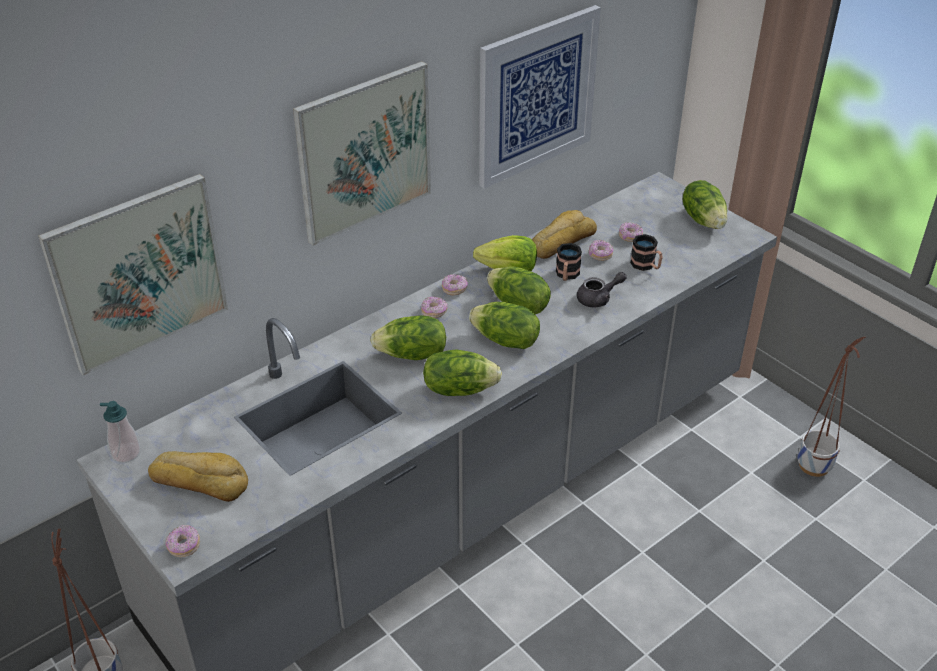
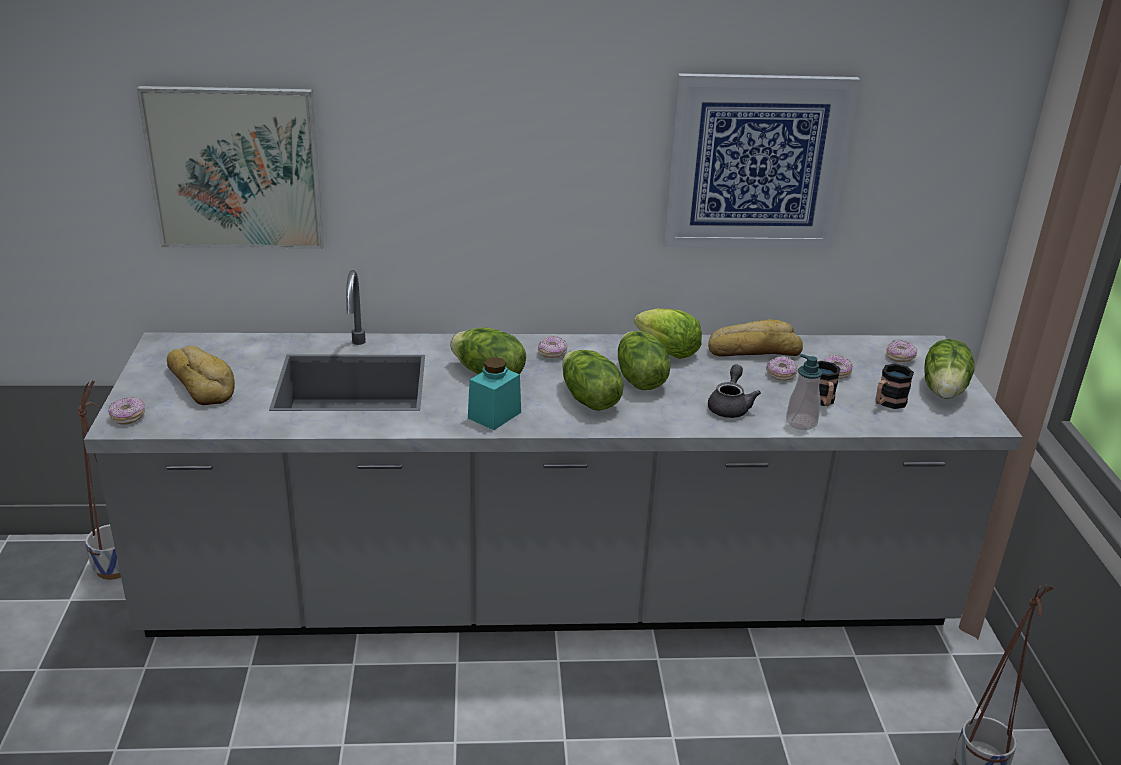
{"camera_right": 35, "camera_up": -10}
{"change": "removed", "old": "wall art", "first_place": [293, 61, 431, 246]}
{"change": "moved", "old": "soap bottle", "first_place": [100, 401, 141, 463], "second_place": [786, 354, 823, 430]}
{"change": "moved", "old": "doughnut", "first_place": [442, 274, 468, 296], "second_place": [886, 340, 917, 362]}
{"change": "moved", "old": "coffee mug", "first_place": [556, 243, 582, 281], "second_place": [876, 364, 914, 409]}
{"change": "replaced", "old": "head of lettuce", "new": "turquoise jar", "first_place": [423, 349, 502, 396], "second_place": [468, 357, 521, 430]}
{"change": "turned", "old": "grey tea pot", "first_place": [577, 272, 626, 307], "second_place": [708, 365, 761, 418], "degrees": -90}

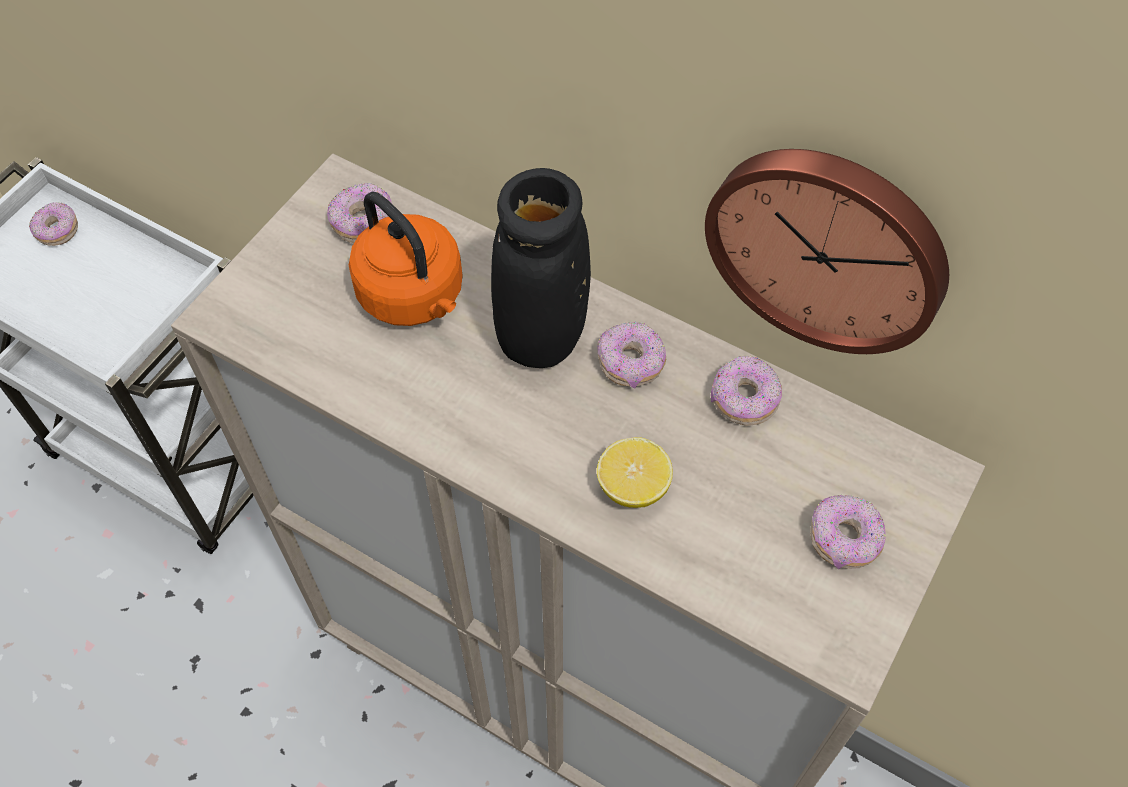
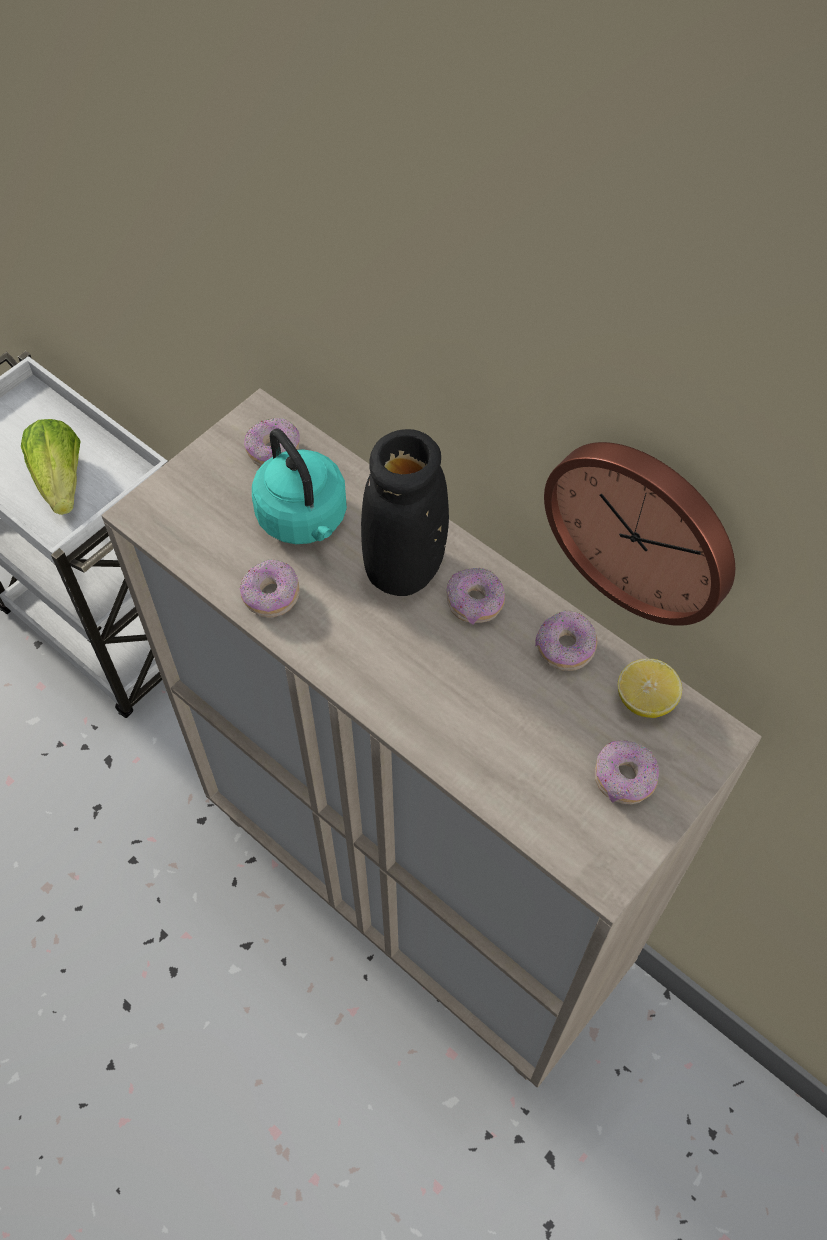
{"camera_right": 10, "camera_up": 0}
{"change": "added", "new": "head of lettuce", "second_place": [21, 419, 80, 515]}
{"change": "moved", "old": "doughnut", "first_place": [29, 202, 78, 246], "second_place": [240, 559, 299, 618]}
{"change": "moved", "old": "lemon", "first_place": [597, 437, 673, 508], "second_place": [618, 659, 682, 718]}
{"change": "recoloured", "old": "orangey kettle", "new": "turquoise kettle", "first_place": [349, 192, 463, 326], "second_place": [252, 428, 347, 544]}

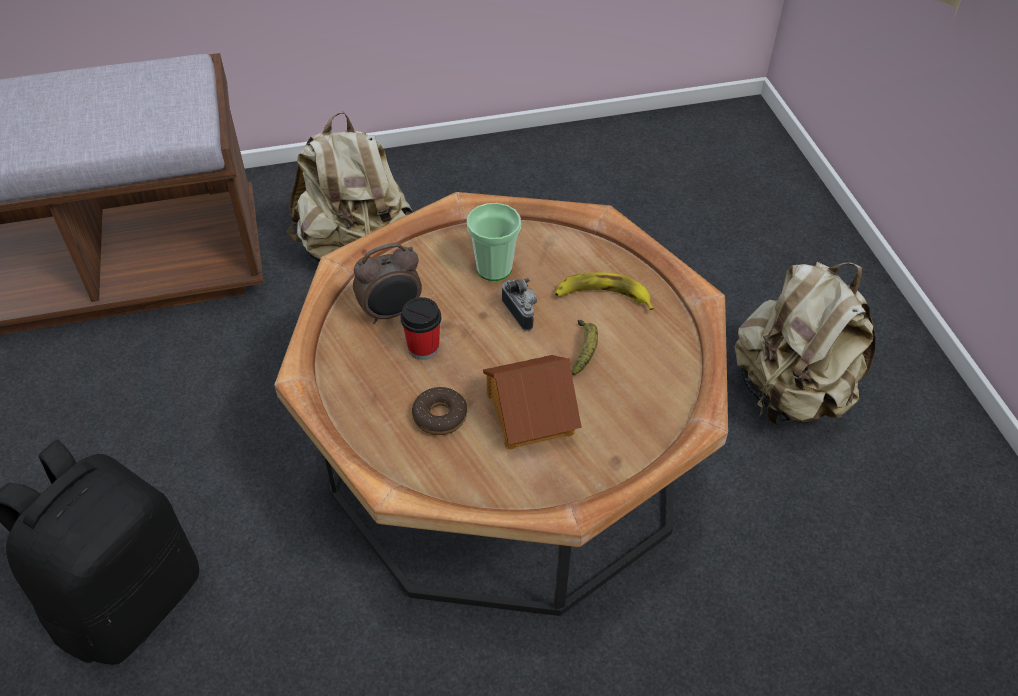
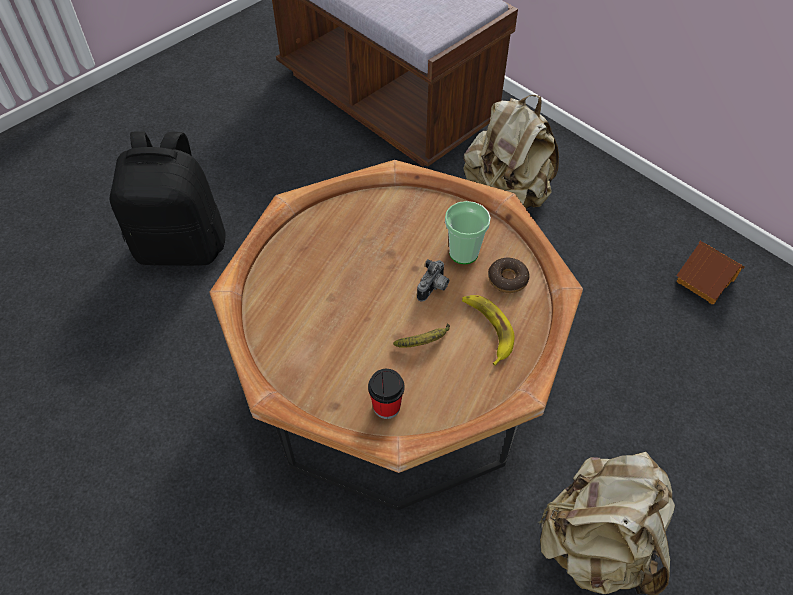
{"camera_right": 60, "camera_up": 5}
{"change": "removed", "old": "bedside clock", "first_place": [353, 243, 422, 324]}
{"change": "moved", "old": "drinking cup", "first_place": [400, 297, 441, 360], "second_place": [368, 369, 405, 419]}
{"change": "moved", "old": "doughnut", "first_place": [412, 387, 467, 435], "second_place": [488, 258, 529, 293]}
{"change": "moved", "old": "toy house", "first_place": [483, 355, 582, 449], "second_place": [676, 241, 745, 305]}

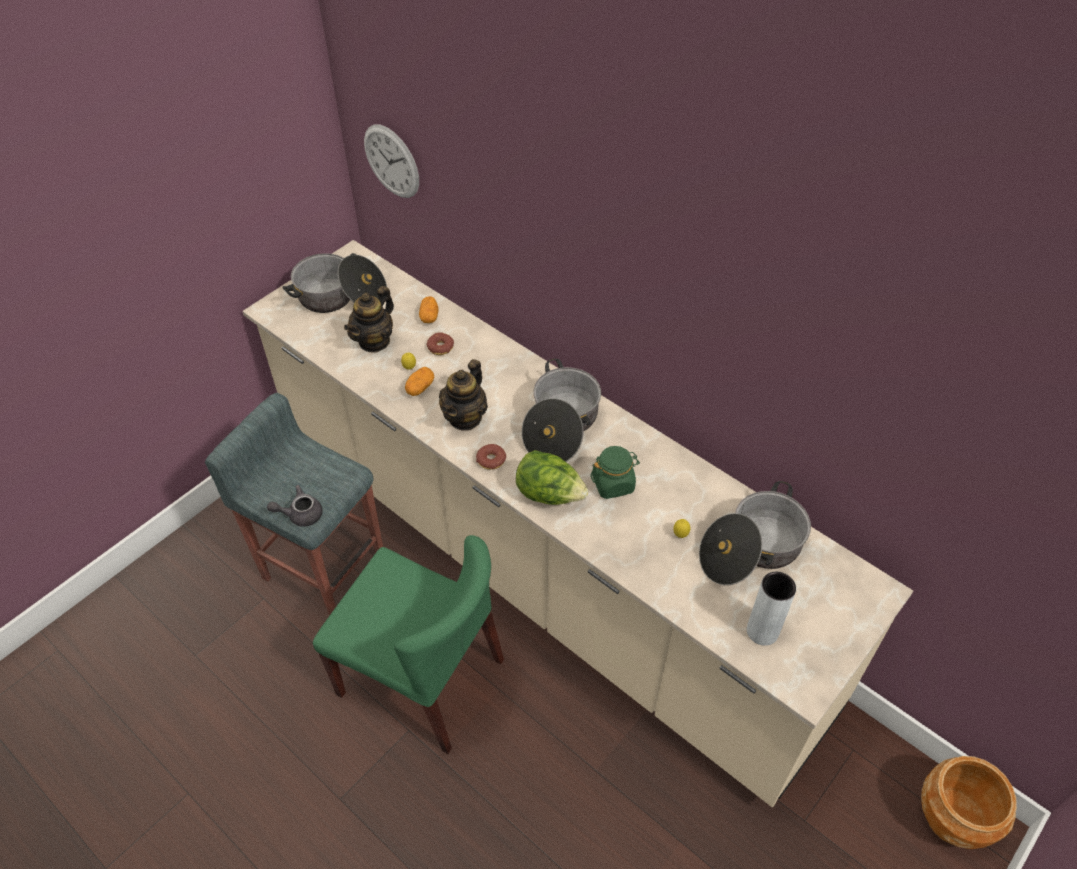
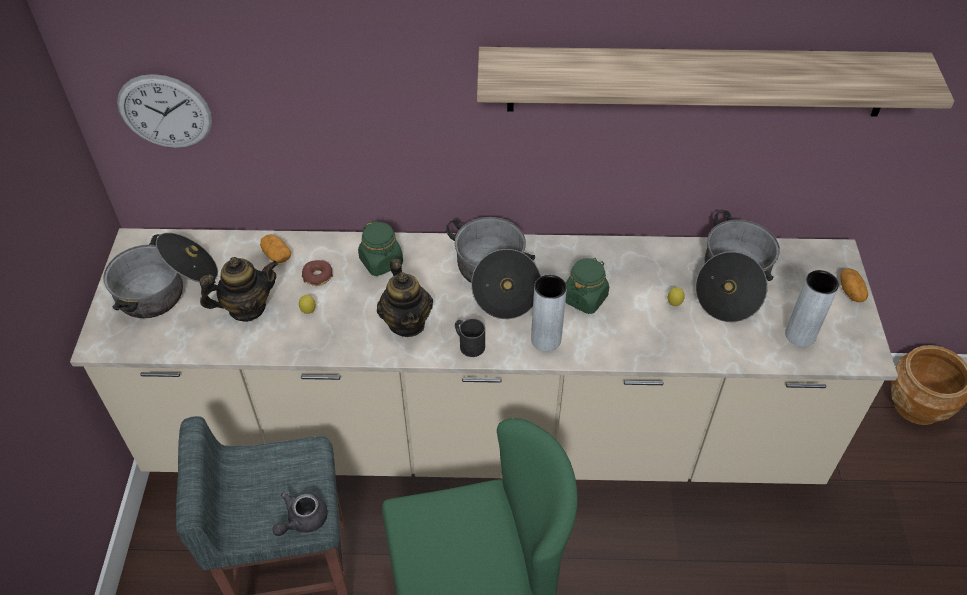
{"camera_right": -40, "camera_up": 0}
{"change": "added", "new": "greenish jar", "second_place": [358, 220, 403, 276]}
{"change": "added", "new": "bracket shelf", "second_place": [477, 47, 954, 116]}
{"change": "moved", "old": "potato", "first_place": [405, 367, 434, 396], "second_place": [840, 268, 868, 302]}
{"change": "replaced", "old": "doughnut", "new": "blackish coffee mug", "first_place": [476, 444, 506, 470], "second_place": [455, 318, 485, 357]}
{"change": "replaced", "old": "head of lettuce", "new": "grey decorative vase", "first_place": [516, 450, 589, 505], "second_place": [531, 275, 567, 351]}
{"change": "turned", "old": "tea pot", "first_place": [344, 286, 394, 353], "second_place": [199, 257, 278, 322], "degrees": -105}

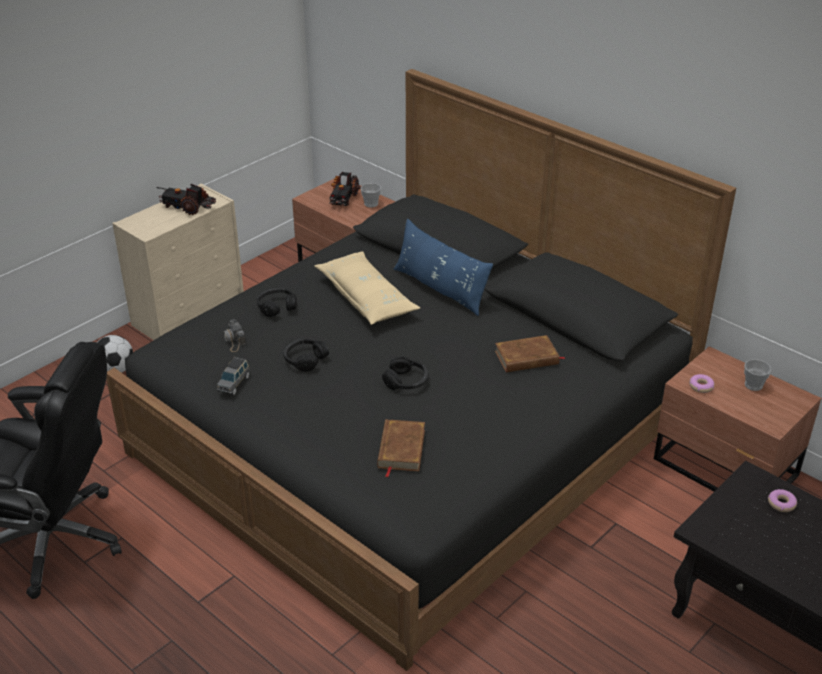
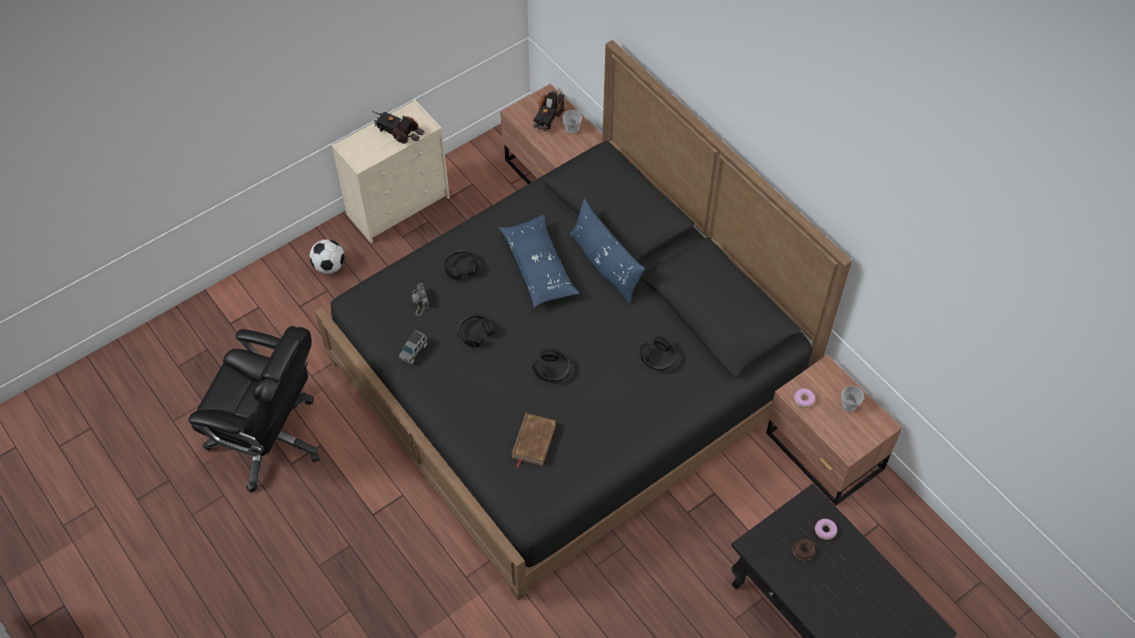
{"camera_right": 10, "camera_up": 20}
{"change": "added", "new": "doughnut", "second_place": [793, 539, 816, 561]}
{"change": "replaced", "old": "brown-coloured bound book", "new": "blackish headphones", "first_place": [495, 335, 566, 372], "second_place": [640, 336, 677, 371]}
{"change": "recoloured", "old": "beige cushion", "new": "blue-coloured cushion", "first_place": [314, 251, 420, 325], "second_place": [499, 215, 579, 308]}

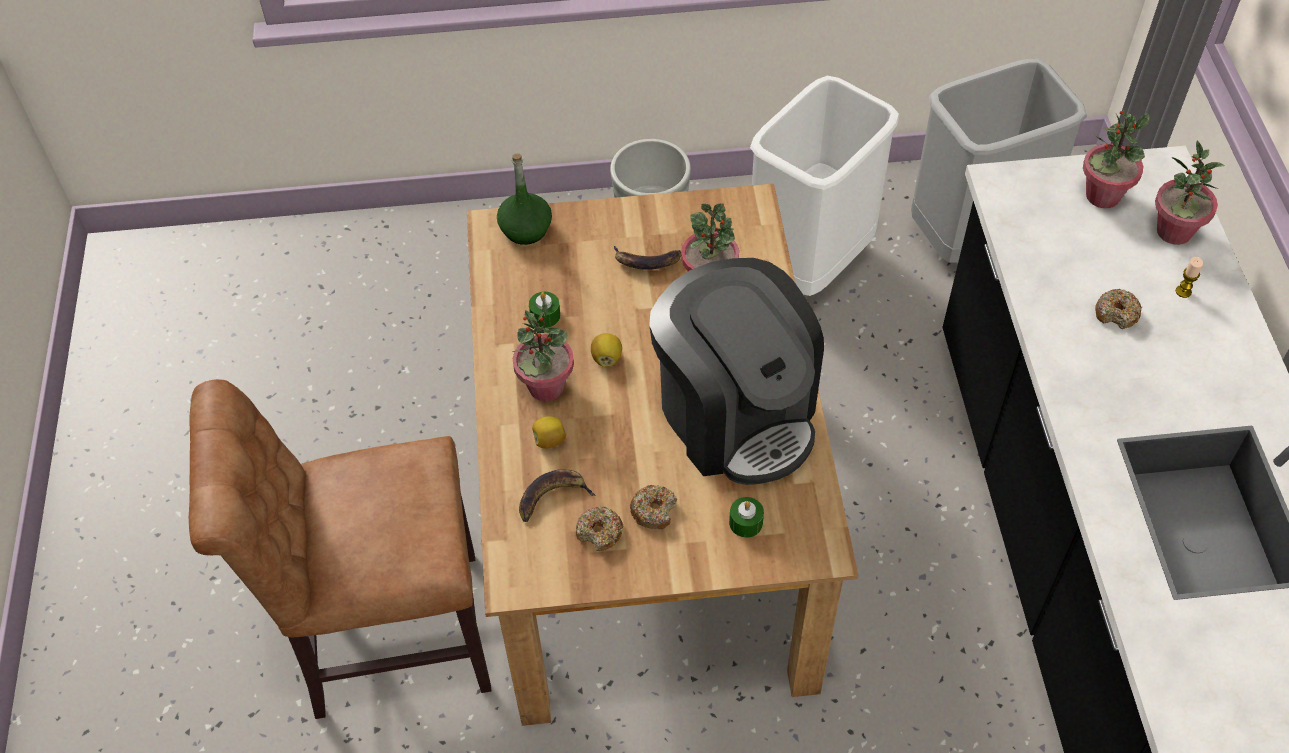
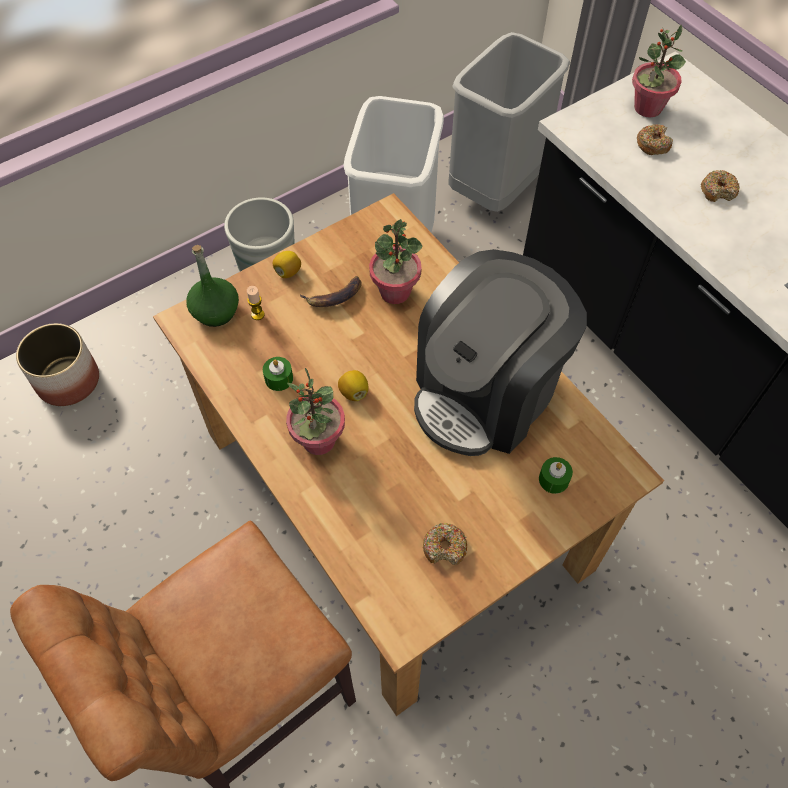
{"camera_right": -30, "camera_up": 5}
{"change": "removed", "old": "banana fruit", "first_place": [519, 469, 596, 522]}
{"change": "removed", "old": "potted plant", "first_place": [1155, 140, 1225, 245]}
{"change": "added", "new": "flower pot", "second_place": [16, 323, 99, 406]}
{"change": "moved", "old": "lemon", "first_place": [532, 416, 567, 449], "second_place": [273, 251, 301, 278]}
{"change": "moved", "old": "doughnut", "first_place": [630, 484, 677, 529], "second_place": [637, 124, 673, 155]}
{"change": "moved", "old": "wax candle", "first_place": [1175, 257, 1203, 298], "second_place": [247, 286, 265, 320]}
{"change": "turned", "old": "coffee machine", "first_place": [649, 258, 824, 485], "second_place": [414, 249, 587, 456], "degrees": 105}

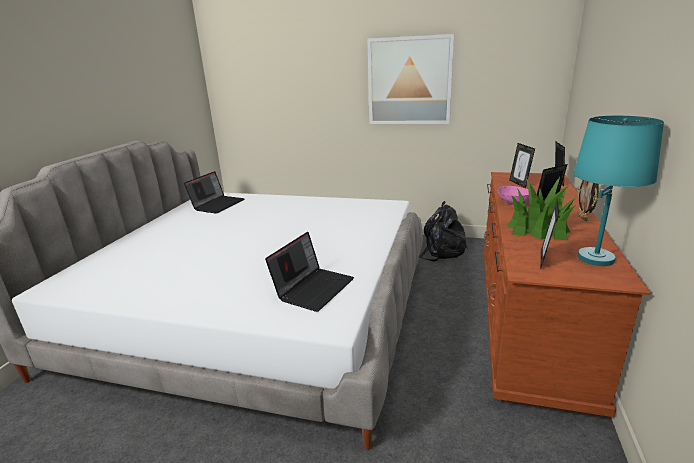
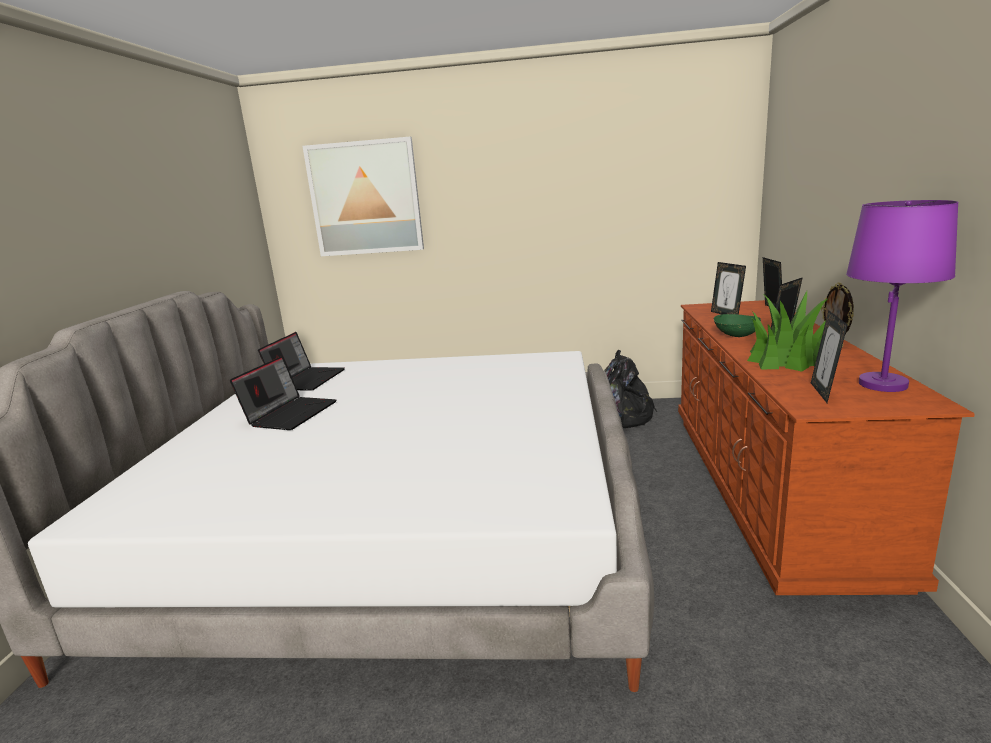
{"camera_right": -10, "camera_up": -5}
{"change": "moved", "old": "portable computer", "first_place": [265, 232, 354, 312], "second_place": [230, 356, 336, 430]}
{"change": "moved", "old": "wall art", "first_place": [367, 34, 454, 124], "second_place": [303, 137, 424, 256]}
{"change": "recoloured", "old": "pinkish bowl", "new": "greenish bowl", "first_place": [498, 186, 529, 205], "second_place": [714, 314, 761, 337]}
{"change": "recoloured", "old": "turquoise tabletop lamp", "new": "purplish tabletop lamp", "first_place": [573, 116, 664, 266], "second_place": [846, 200, 959, 392]}

